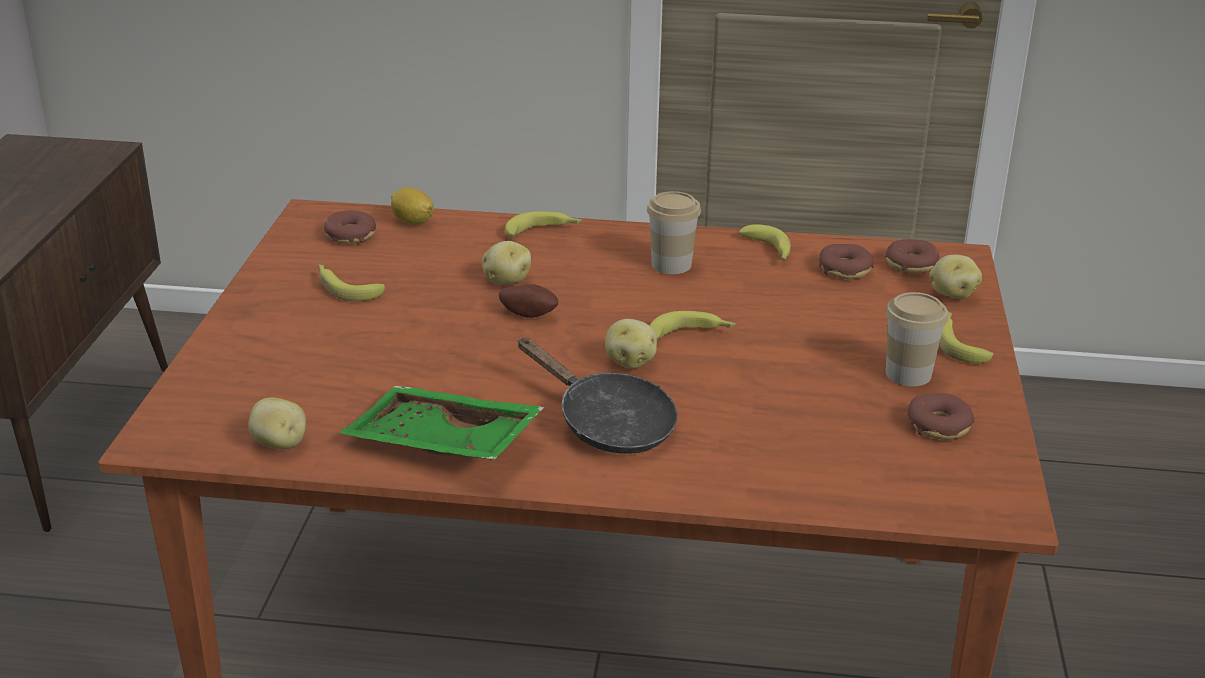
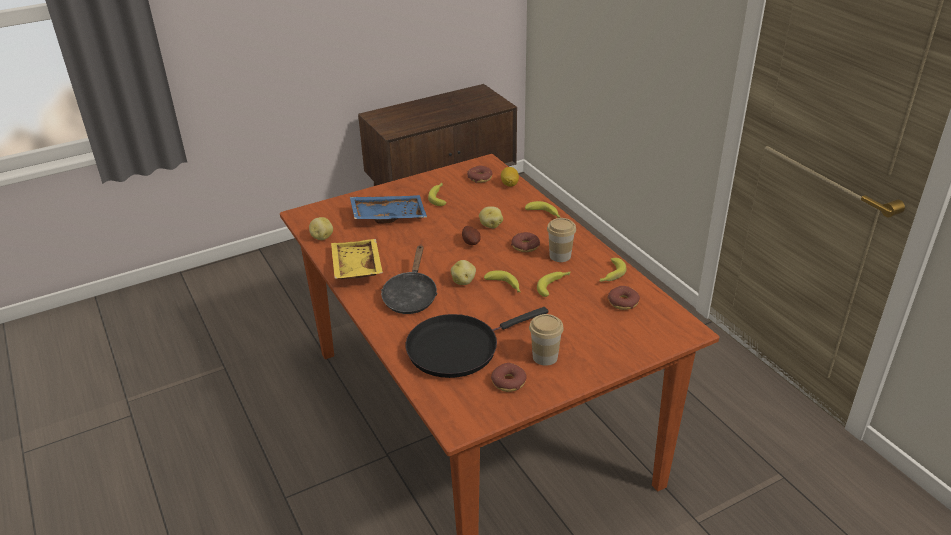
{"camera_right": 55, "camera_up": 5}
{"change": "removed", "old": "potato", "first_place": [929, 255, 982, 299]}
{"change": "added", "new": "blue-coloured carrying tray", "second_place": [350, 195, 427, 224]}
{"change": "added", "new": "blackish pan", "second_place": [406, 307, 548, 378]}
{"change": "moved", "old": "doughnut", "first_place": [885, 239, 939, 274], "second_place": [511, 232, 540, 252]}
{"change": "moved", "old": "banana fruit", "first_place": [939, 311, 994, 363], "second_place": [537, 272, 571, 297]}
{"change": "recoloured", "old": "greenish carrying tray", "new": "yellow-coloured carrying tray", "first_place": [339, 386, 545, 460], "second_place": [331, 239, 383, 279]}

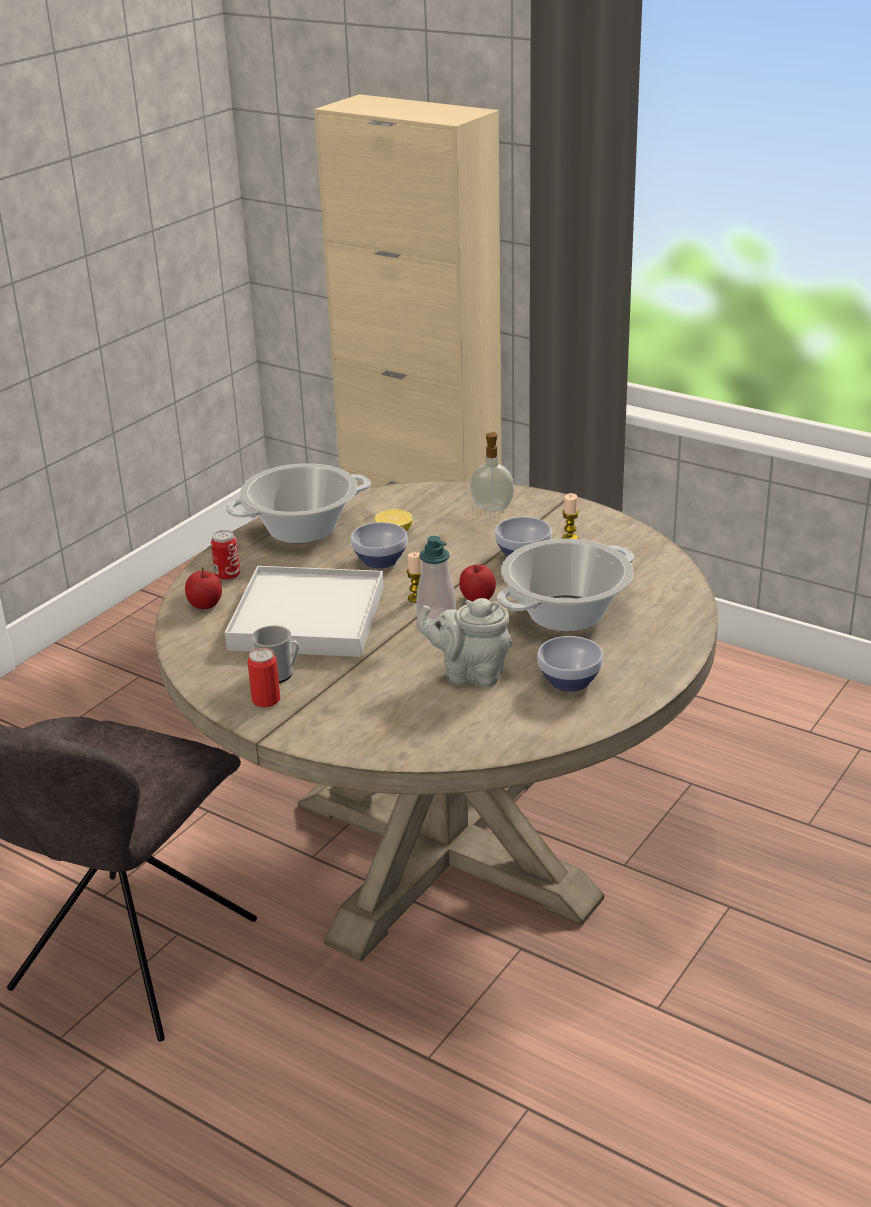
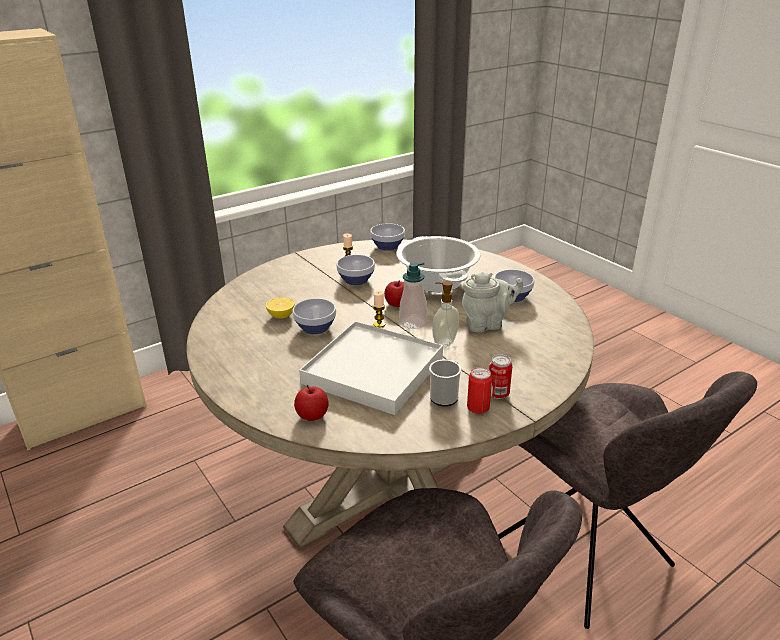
{"camera_right": -70, "camera_up": 0}
{"change": "removed", "old": "cooking pot", "first_place": [226, 463, 371, 544]}
{"change": "added", "new": "bowl", "second_place": [370, 223, 405, 251]}
{"change": "added", "new": "grey plain chair", "second_place": [498, 371, 757, 629]}
{"change": "moved", "old": "metal can", "first_place": [211, 530, 240, 581], "second_place": [489, 354, 512, 399]}
{"change": "moved", "old": "soap bottle", "first_place": [470, 432, 514, 511], "second_place": [432, 281, 459, 348]}
{"change": "turned", "old": "grey tea pot", "first_place": [416, 598, 512, 687], "second_place": [462, 272, 523, 332], "degrees": -135}

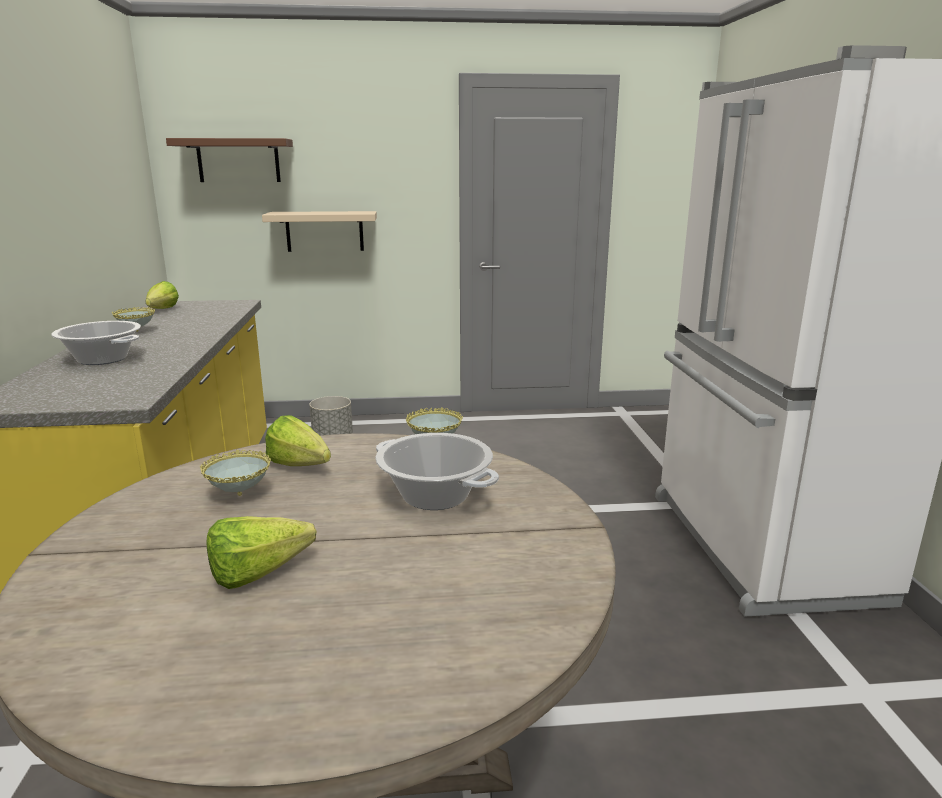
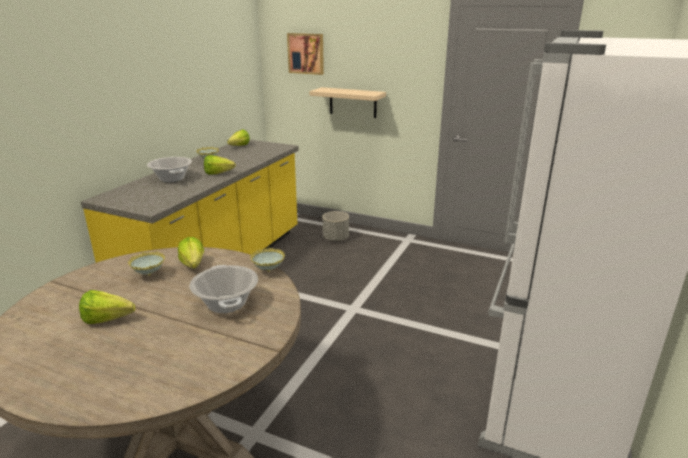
{"camera_right": 30, "camera_up": 5}
{"change": "added", "new": "head of lettuce", "second_place": [204, 155, 236, 174]}
{"change": "replaced", "old": "brown-coloured bracket shelf", "new": "wall art", "first_place": [166, 138, 293, 182], "second_place": [287, 33, 324, 75]}

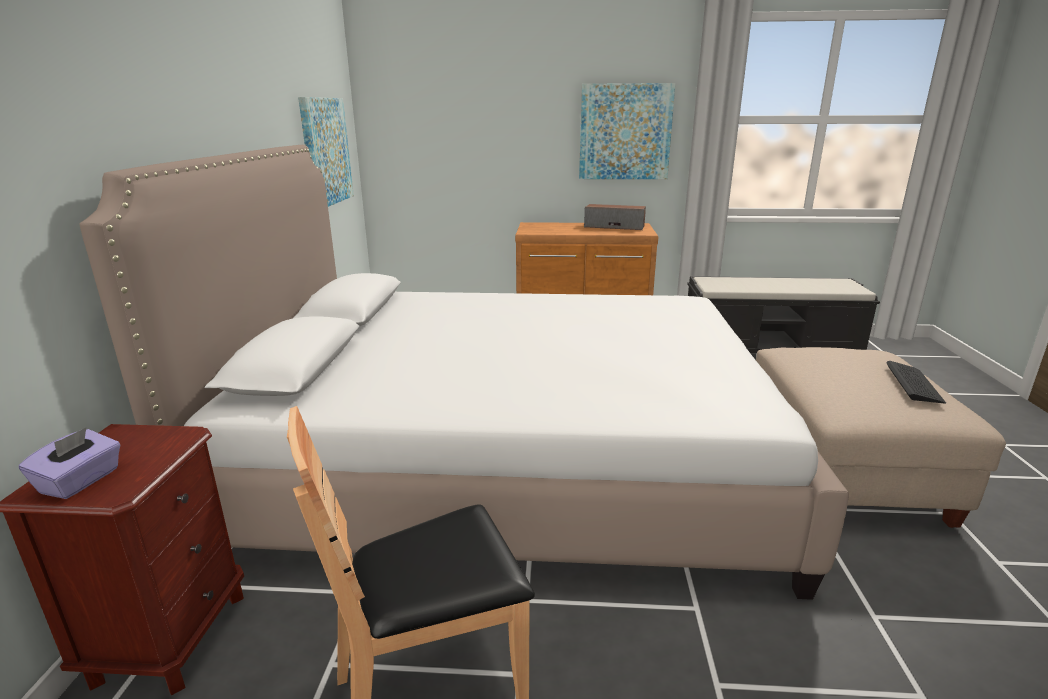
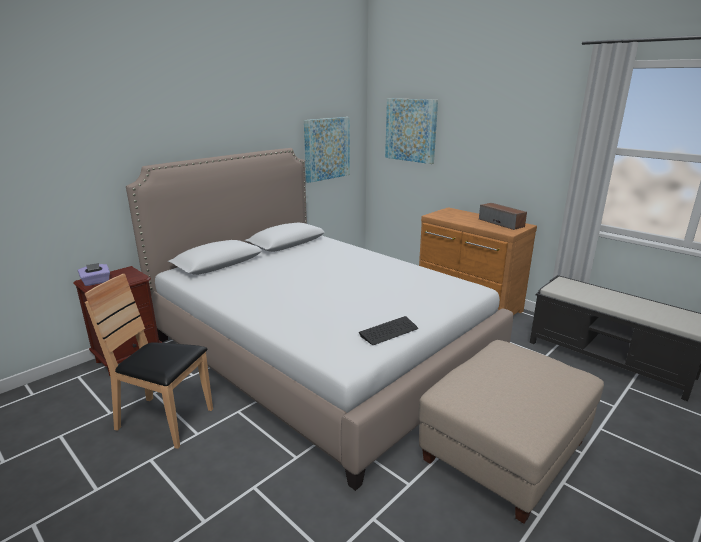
{"camera_right": 40, "camera_up": 0}
{"change": "moved", "old": "wall art", "first_place": [579, 83, 675, 179], "second_place": [385, 98, 438, 164]}
{"change": "moved", "old": "PC keyboard", "first_place": [886, 361, 946, 404], "second_place": [359, 316, 418, 345]}

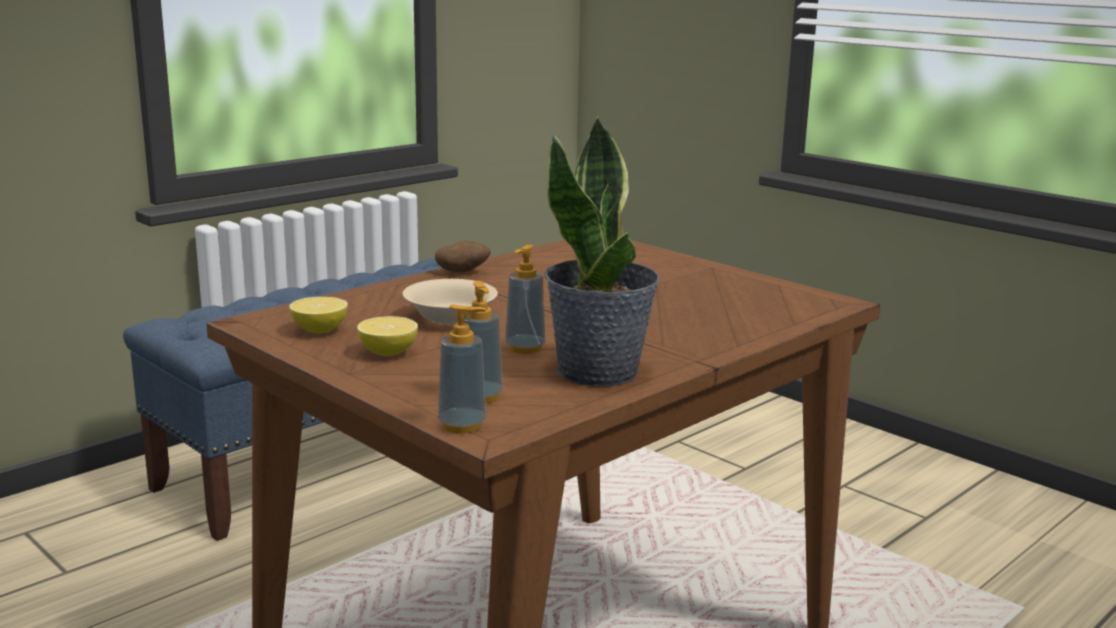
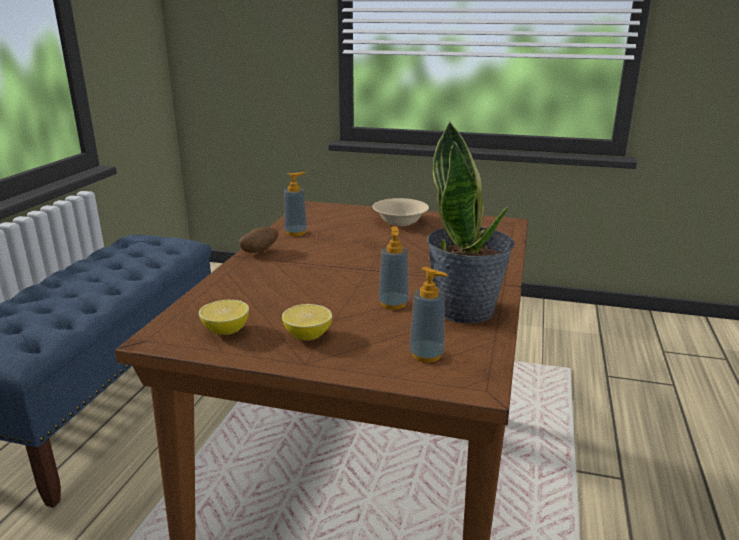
{"camera_right": -30, "camera_up": 5}
{"change": "moved", "old": "beige bowl", "first_place": [402, 279, 498, 325], "second_place": [372, 198, 429, 226]}
{"change": "moved", "old": "soap bottle", "first_place": [438, 304, 486, 433], "second_place": [284, 172, 308, 236]}

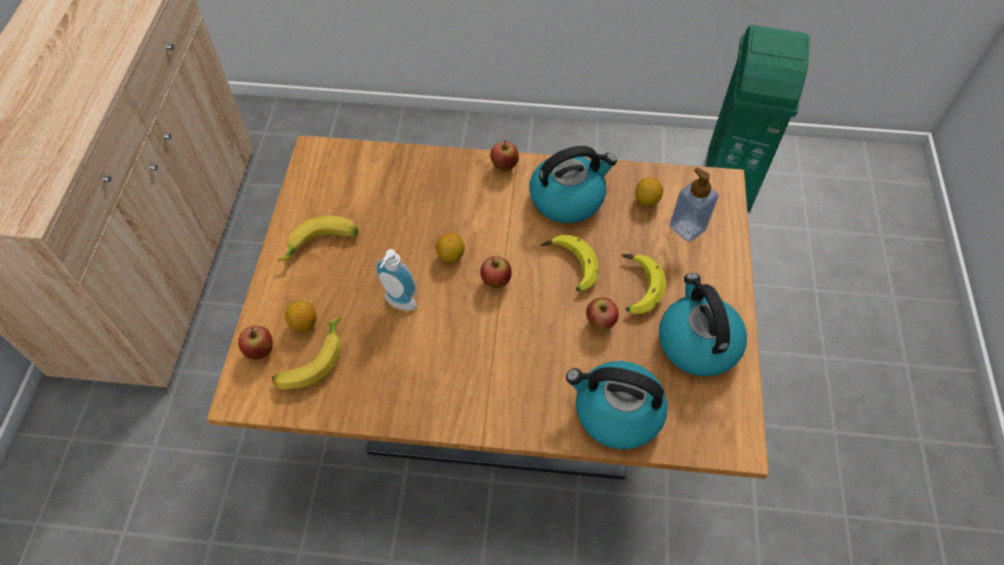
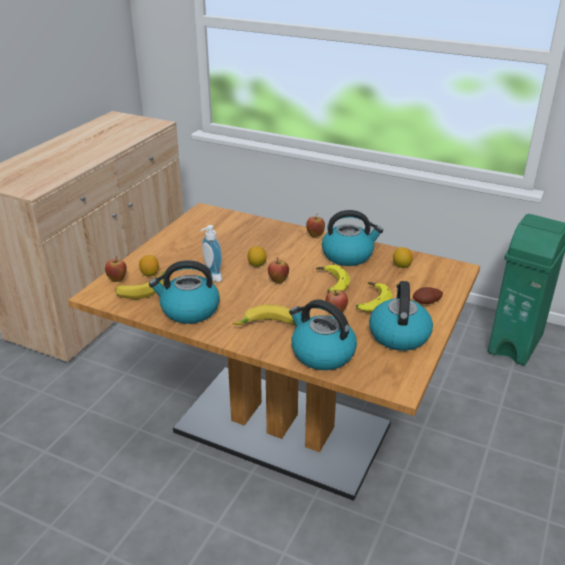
{"camera_right": 20, "camera_up": -25}
{"change": "removed", "old": "soap bottle", "first_place": [669, 167, 719, 242]}
{"change": "added", "new": "kettle", "second_place": [149, 260, 220, 324]}
{"change": "added", "new": "potato", "second_place": [413, 287, 443, 304]}
{"change": "moved", "old": "banana fruit", "first_place": [277, 216, 358, 261], "second_place": [233, 305, 295, 325]}

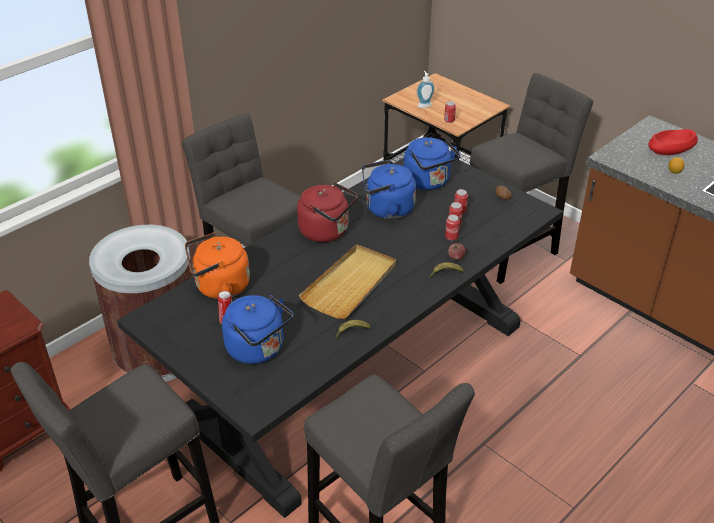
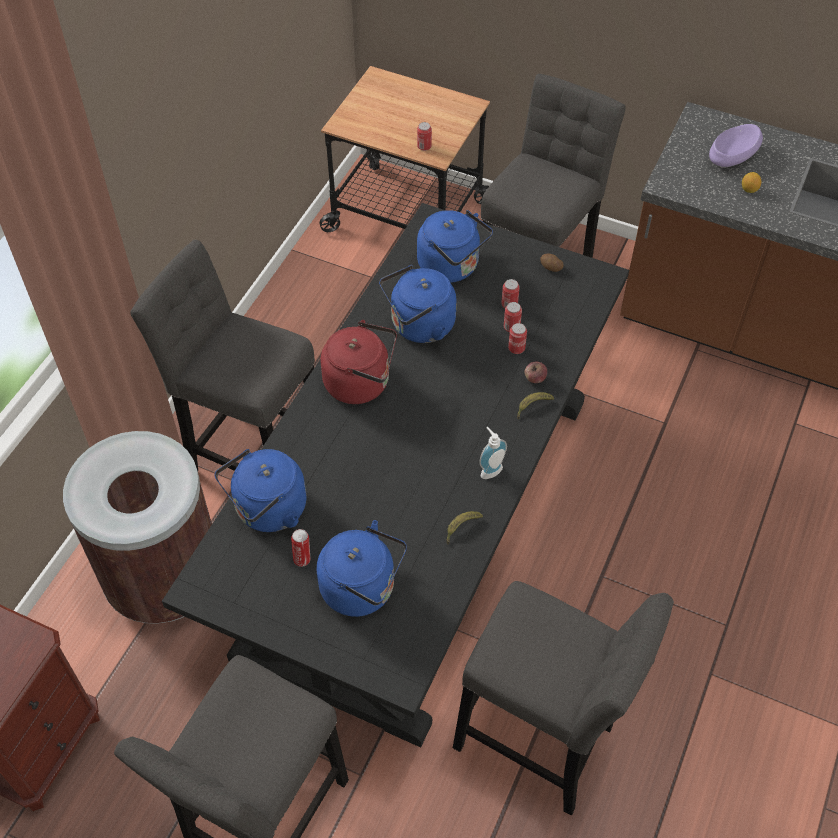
{"camera_right": -20, "camera_up": 15}
{"change": "removed", "old": "beige carrying tray", "first_place": [299, 244, 396, 319]}
{"change": "moved", "old": "soap bottle", "first_place": [417, 71, 435, 108], "second_place": [479, 427, 507, 479]}
{"change": "recoloured", "old": "orangey kettle", "new": "blue-coloured kettle", "first_place": [185, 232, 250, 299], "second_place": [215, 449, 307, 532]}
{"change": "recoloured", "old": "reddish bowl", "new": "purplish bowl", "first_place": [648, 129, 698, 156], "second_place": [709, 124, 763, 168]}

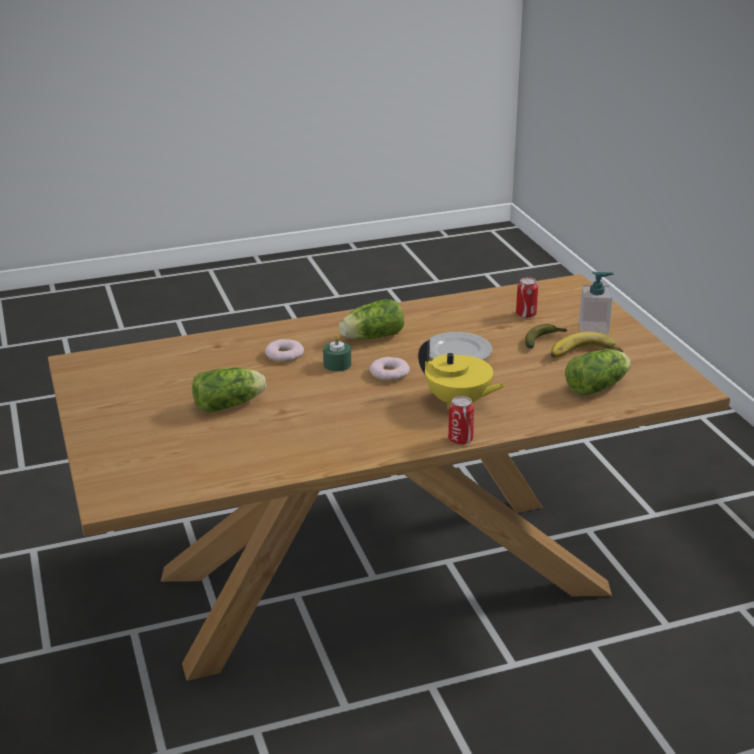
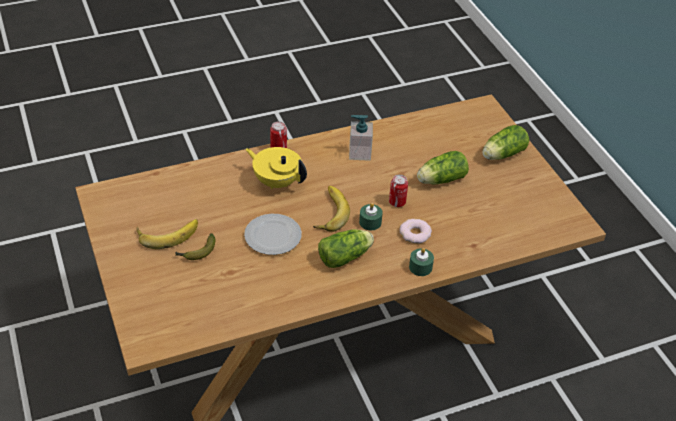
{"camera_right": 175, "camera_up": 15}
{"change": "added", "new": "greenish wax candle", "second_place": [409, 248, 434, 276]}
{"change": "moved", "old": "metal can", "first_place": [516, 277, 538, 318], "second_place": [389, 175, 408, 207]}
{"change": "moved", "old": "head of lettuce", "first_place": [565, 349, 631, 395], "second_place": [482, 125, 529, 160]}
{"change": "moved", "old": "soap bottle", "first_place": [579, 272, 614, 334], "second_place": [349, 115, 373, 161]}
{"change": "replaced", "old": "doughnut", "new": "banana fruit", "first_place": [369, 357, 410, 381], "second_place": [313, 186, 350, 232]}

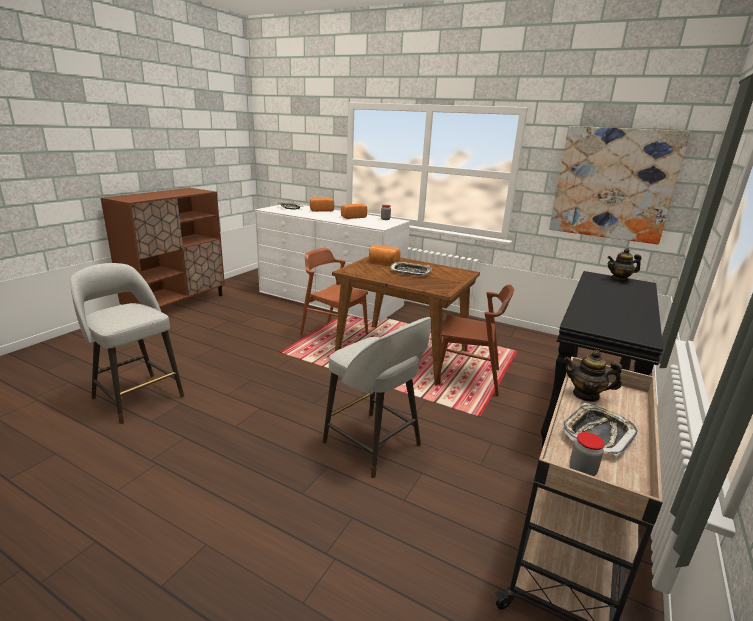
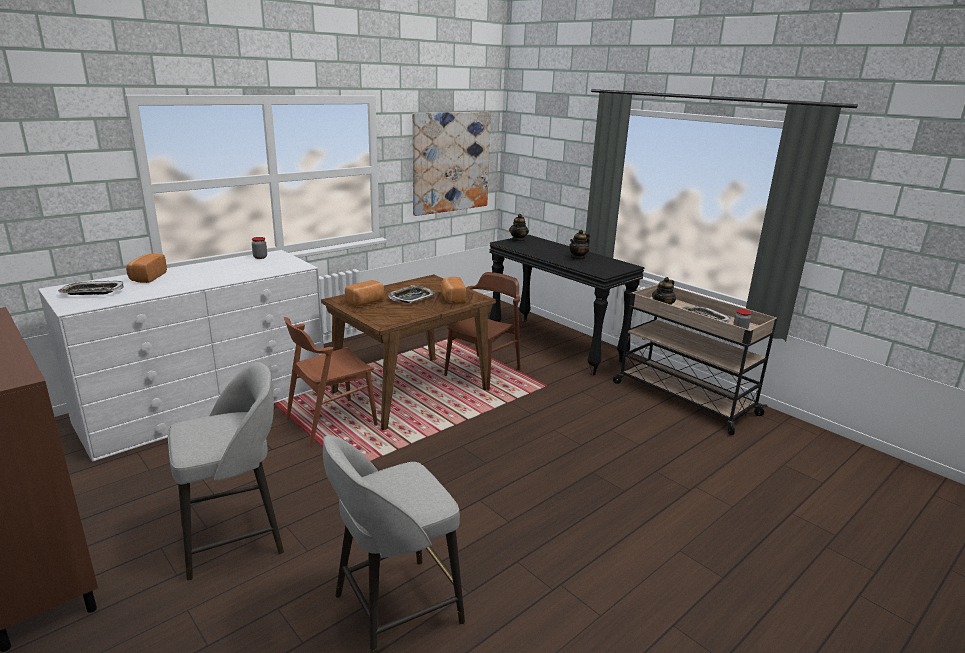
{"camera_right": -70, "camera_up": 0}
{"change": "added", "new": "tea pot", "second_place": [569, 230, 590, 260]}
{"change": "moved", "old": "grey sitting stool", "first_place": [323, 317, 431, 478], "second_place": [168, 362, 284, 580]}
{"change": "moved", "old": "baked bread", "first_place": [341, 204, 367, 219], "second_place": [441, 277, 466, 304]}

